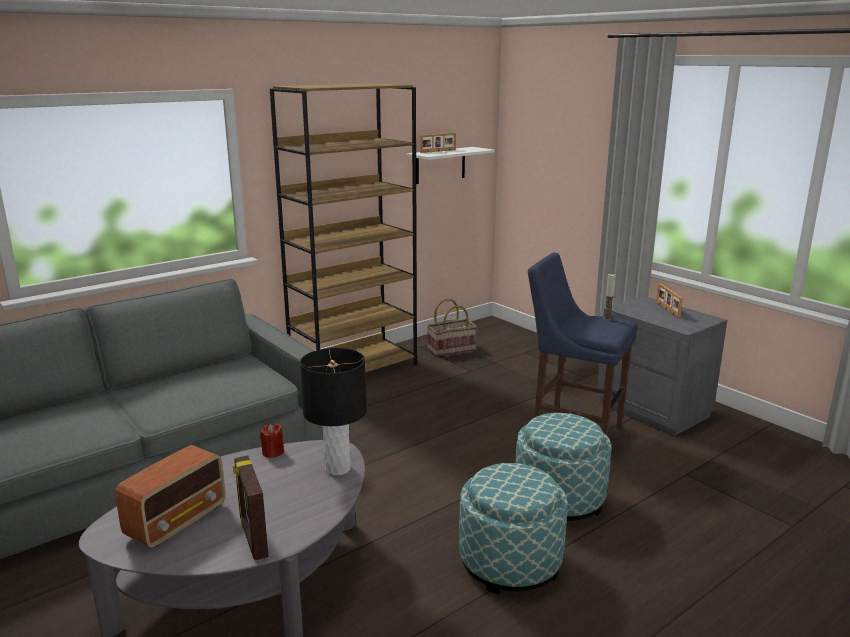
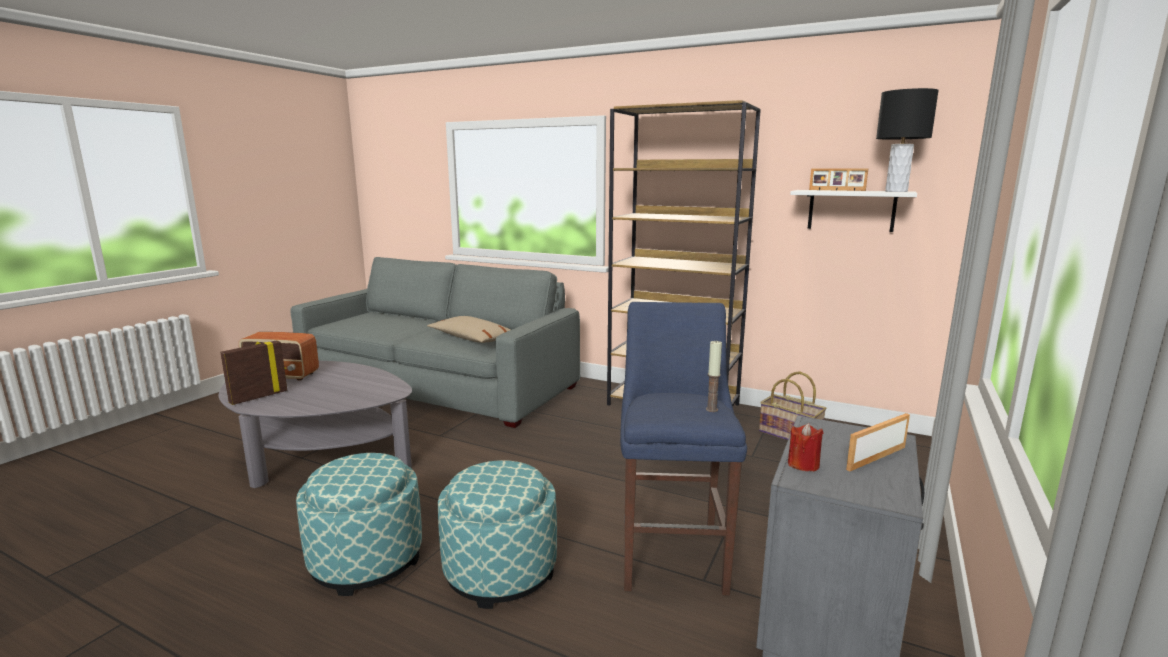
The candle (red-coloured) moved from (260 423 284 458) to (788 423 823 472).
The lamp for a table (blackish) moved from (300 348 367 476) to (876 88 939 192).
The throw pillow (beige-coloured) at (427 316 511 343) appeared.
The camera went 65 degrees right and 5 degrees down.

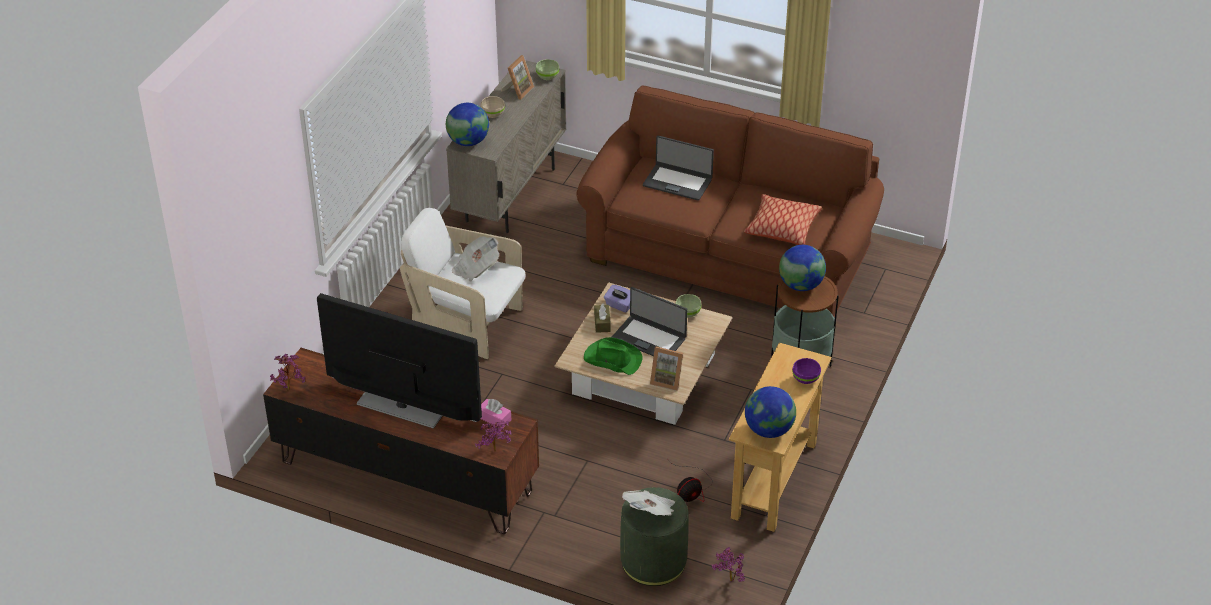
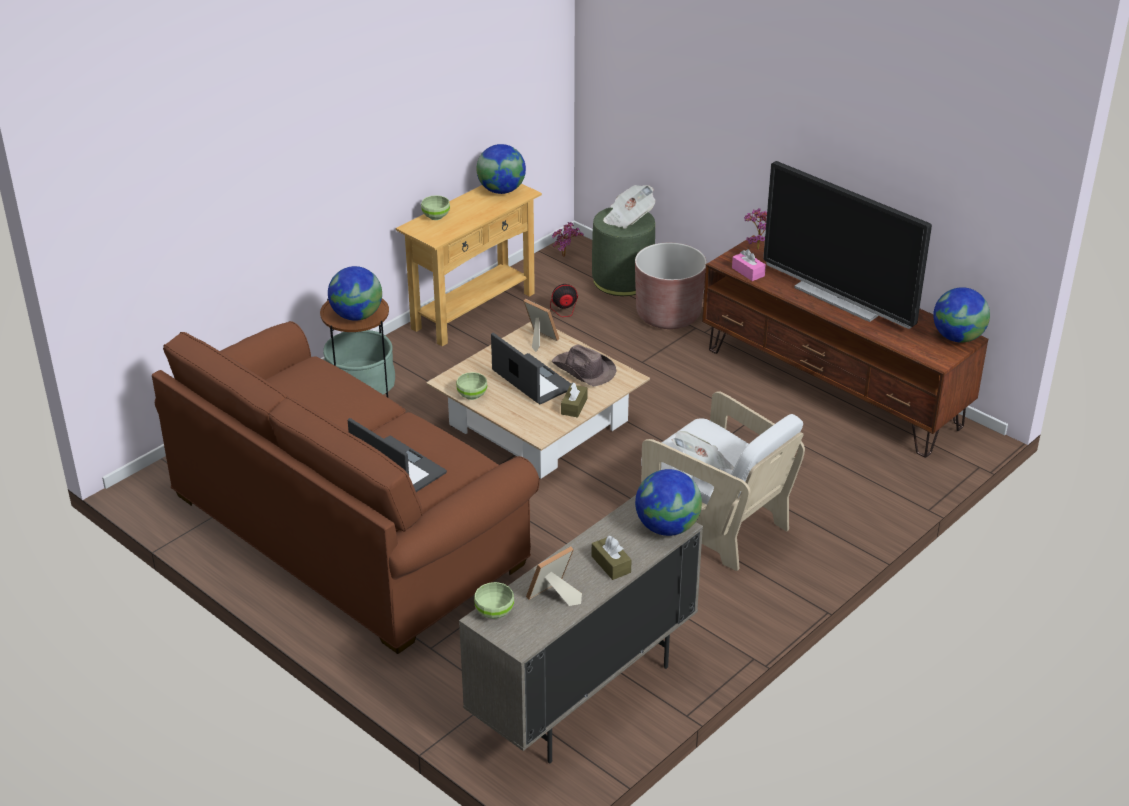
The potted plant at (270 354 306 390) was replaced by the globe at (933 287 990 343).
The serving bowl (beige-coloured) at (481 96 505 118) was replaced by the box of tissues (brownish) at (592 535 632 580).
The wearable hat (greenish) at (584 337 642 375) became the wearable hat (brownish) at (552 344 616 387).
The box of tissues (purplish) at (604 285 630 312) disappeared.
The throw pillow at (744 194 822 245) disappeared.
The serving bowl (purplish) at (792 358 821 384) became the serving bowl (greenish) at (421 195 450 220).
The plant pot (brownish) at (635 243 707 329) appeared.
The camera went 160 degrees left and 5 degrees down.

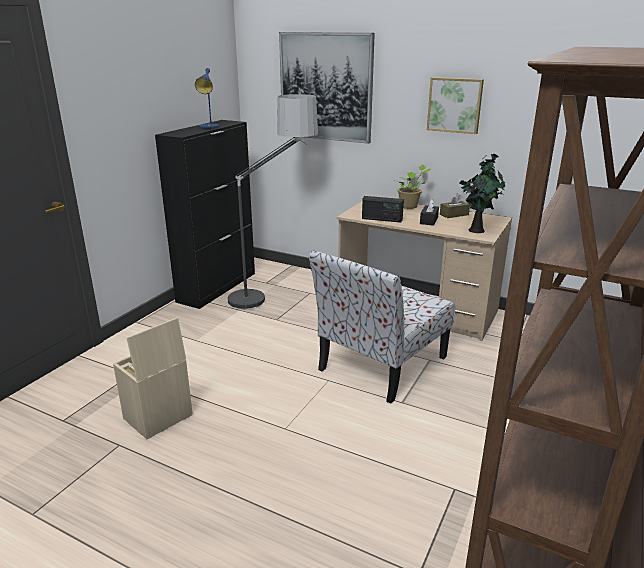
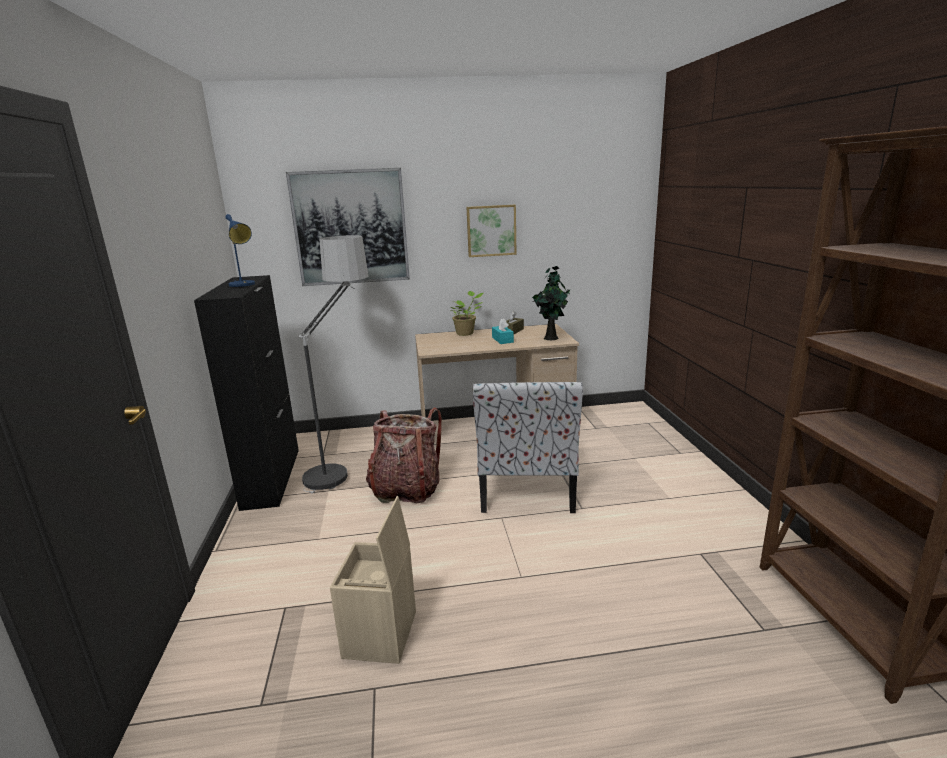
The radio at (362 196 404 223) disappeared.
The box of tissues (blackish) at (420 199 439 226) became the box of tissues (turquoise-coloured) at (492 318 514 344).
The rucksack at (366 407 442 503) appeared.
The camera went 35 degrees left and 5 degrees down.

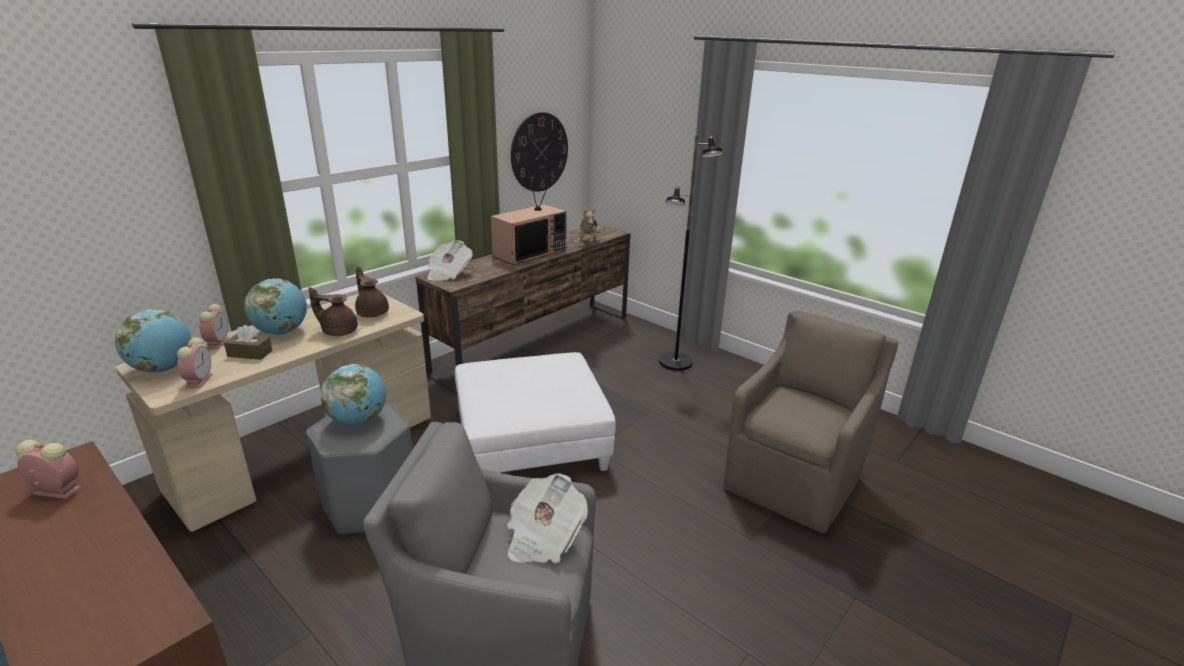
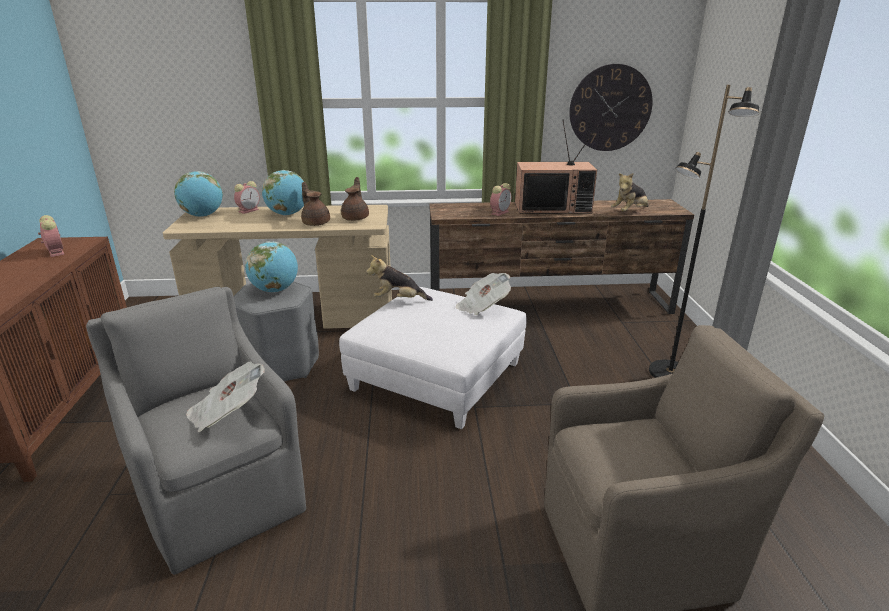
The alarm clock moved from (177 337 213 388) to (490 183 511 216).
The box of tissues (brownish) at (224 325 272 360) disappeared.
The newspaper moved from (427 240 472 281) to (456 273 511 315).
The cuddly toy at (366 255 433 301) appeared.
The camera went 45 degrees right and 0 degrees up.

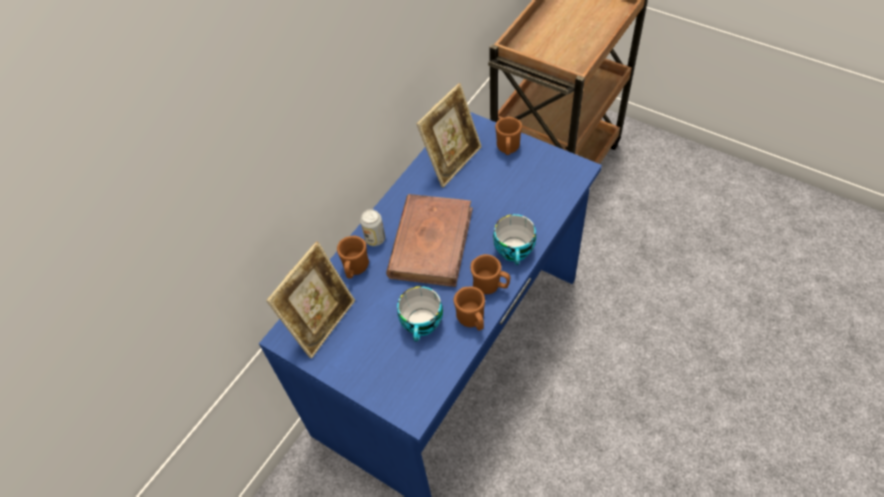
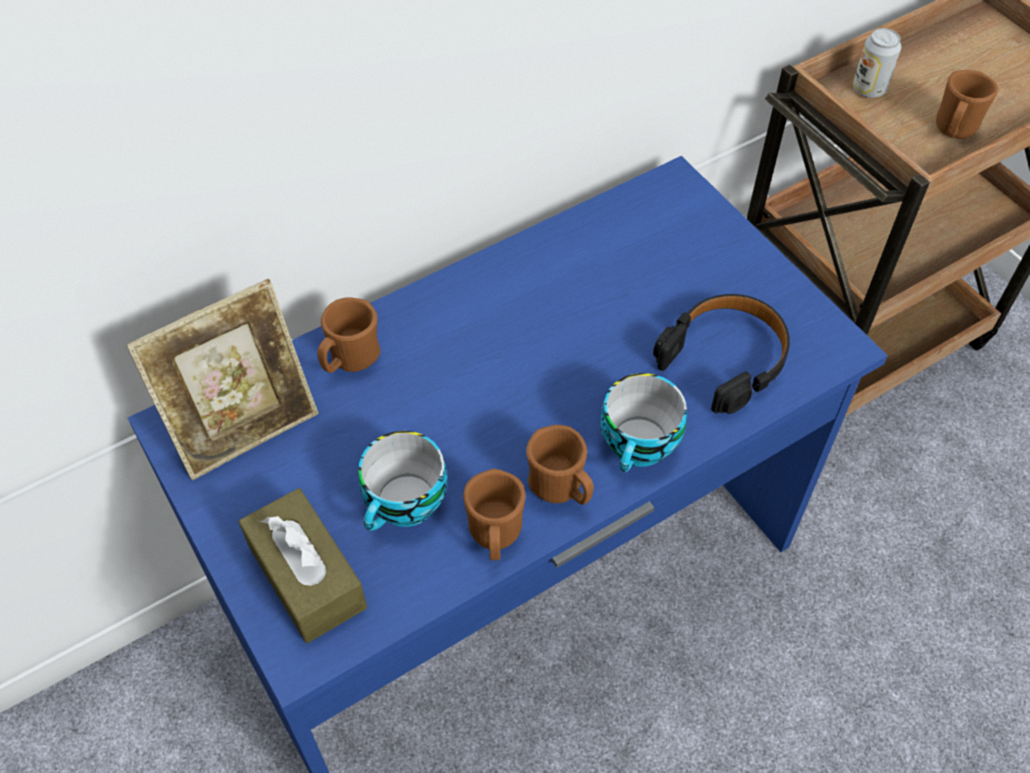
The metal can moved from (360 209 385 246) to (853 28 901 98).
The book (brownish) at (386 194 473 287) disappeared.
The picture frame at (417 83 482 188) disappeared.
The coffee mug (brownish) moved from (495 117 522 155) to (936 70 998 139).
The box of tissues (brownish) at (239 488 367 643) appeared.
The headphones (blackish) at (653 294 790 414) appeared.
The camera went 20 degrees right and 0 degrees up.

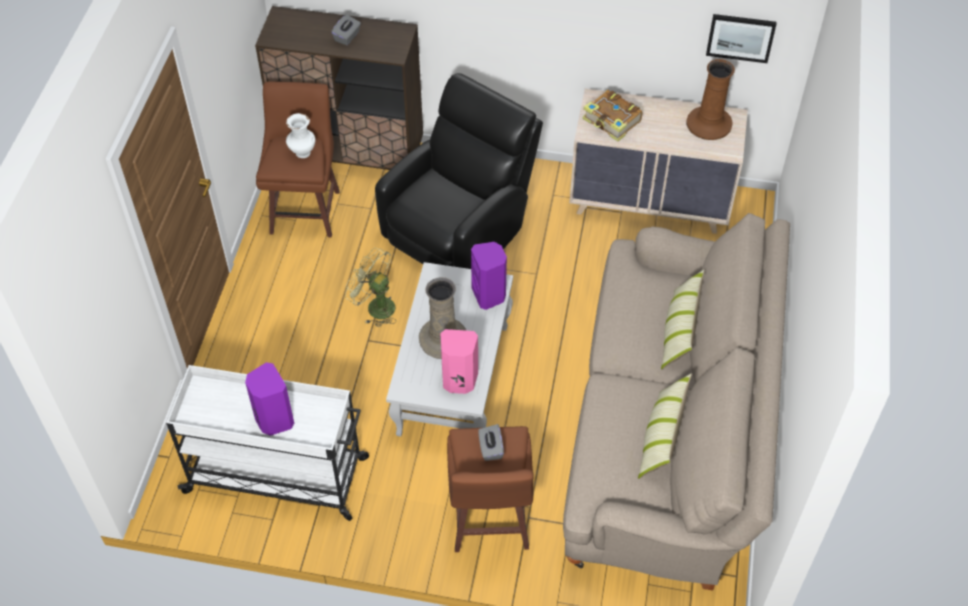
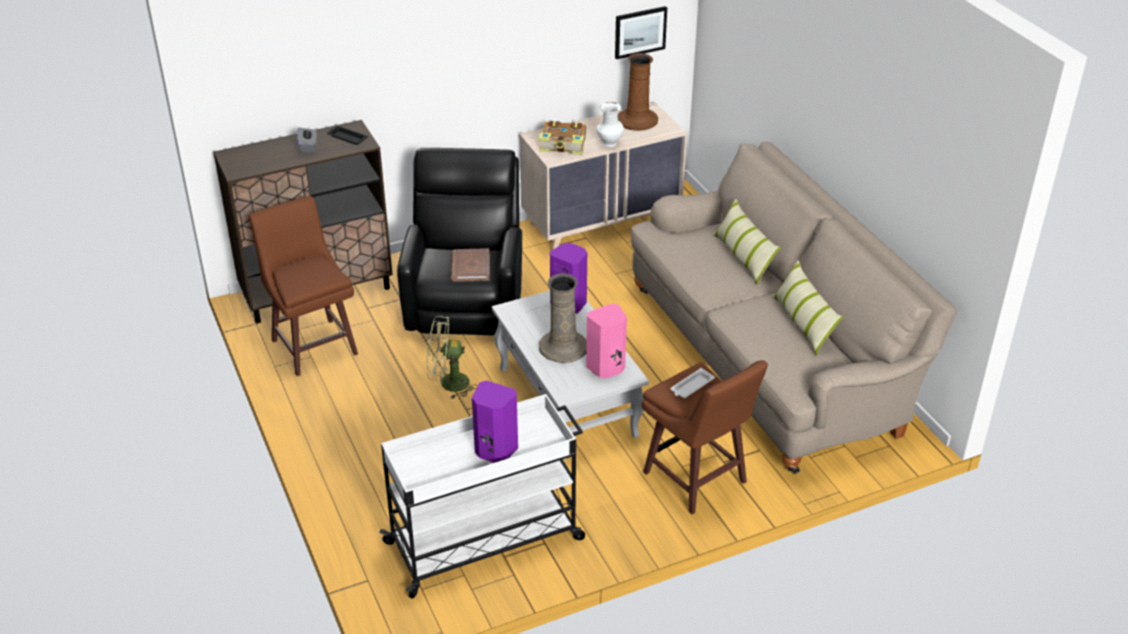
The vase (whitish) moved from (286 113 315 158) to (597 102 624 147).
The box of tissues (greyish) at (478 424 504 461) was replaced by the serving tray (whitish) at (670 368 715 398).
The serving tray (blackish) at (327 126 368 145) appeared.
The book (brownish) at (451 248 490 282) appeared.
The camera went 35 degrees left and 15 degrees down.

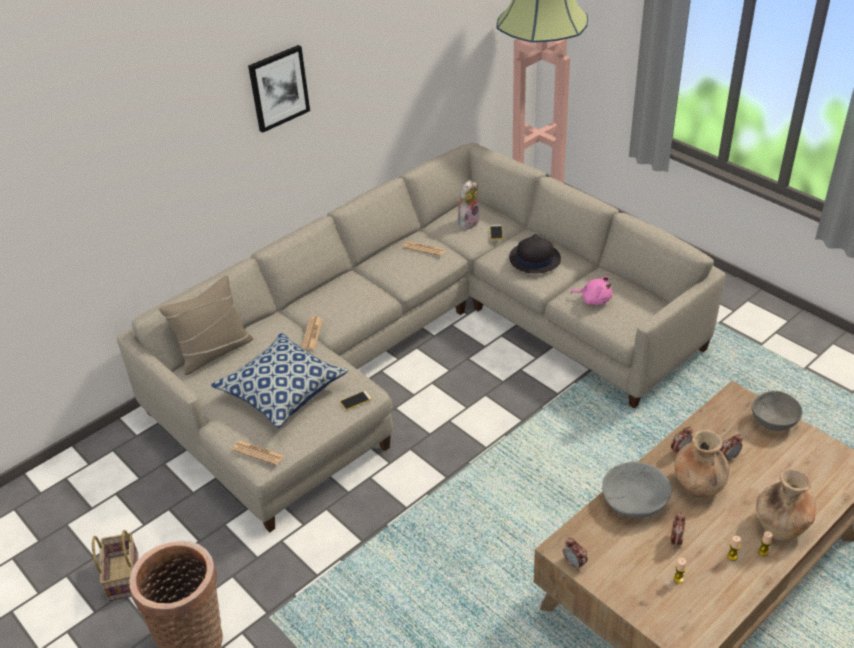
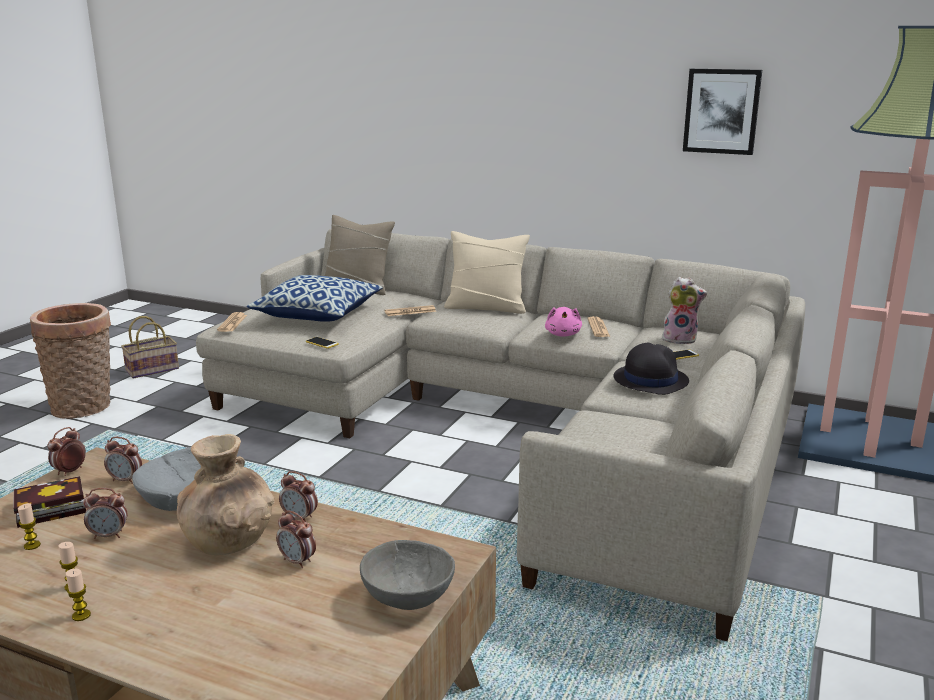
The wall art moved from (248 45 310 133) to (683 69 762 155).
The cuddly toy (pink-coloured) moved from (571 276 612 305) to (545 307 582 337).
The vase (brownish) at (756 468 816 541) disappeared.
The book at (14 476 86 528) appeared.
The alarm clock at (104 437 142 484) appeared.
The throw pillow (beige-coloured) at (444 231 530 314) appeared.
The camera went 65 degrees right and 20 degrees down.

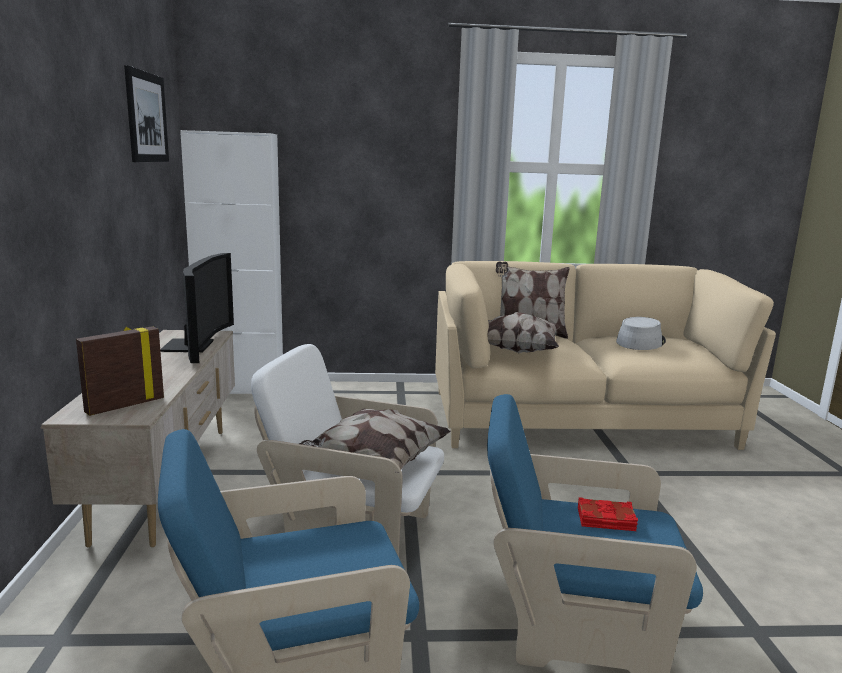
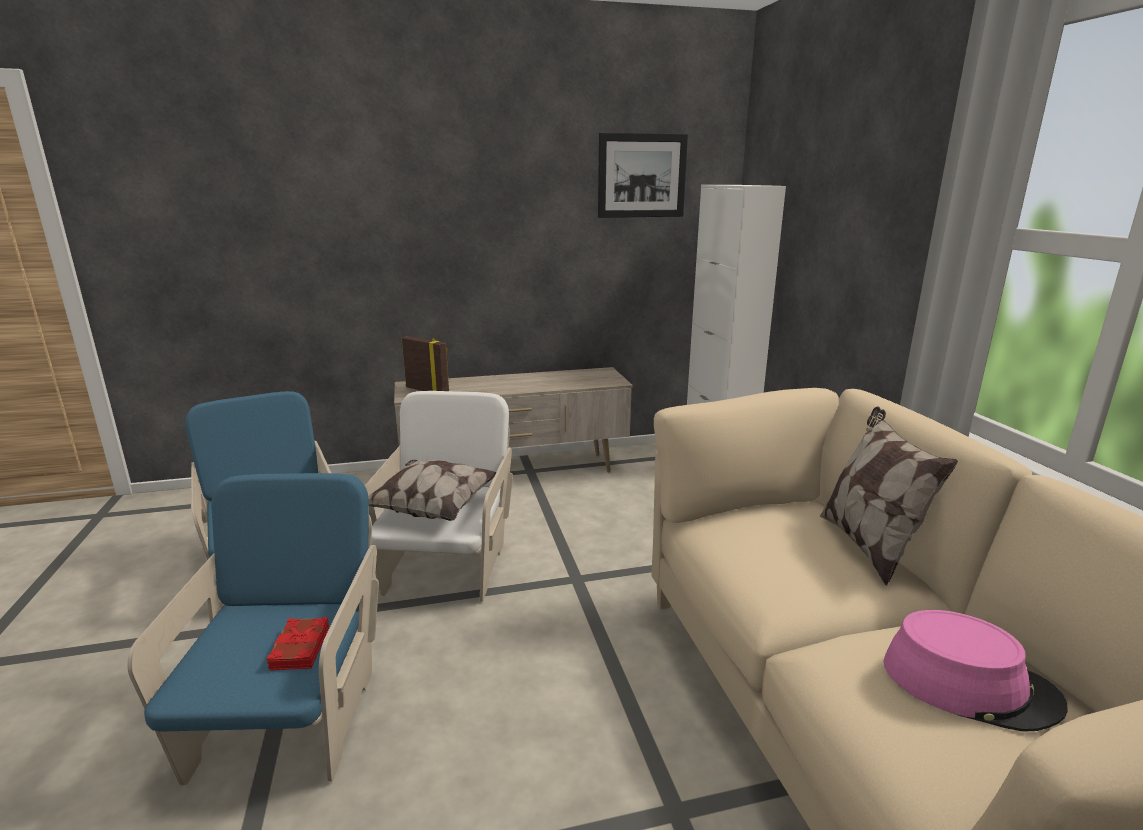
The television at (160 253 234 363) disappeared.
The throw pillow at (487 312 560 353) disappeared.
The wearable hat (greyish) at (616 317 666 350) became the wearable hat (pink-coloured) at (884 610 1068 732).
The camera went 80 degrees right and 5 degrees up.

